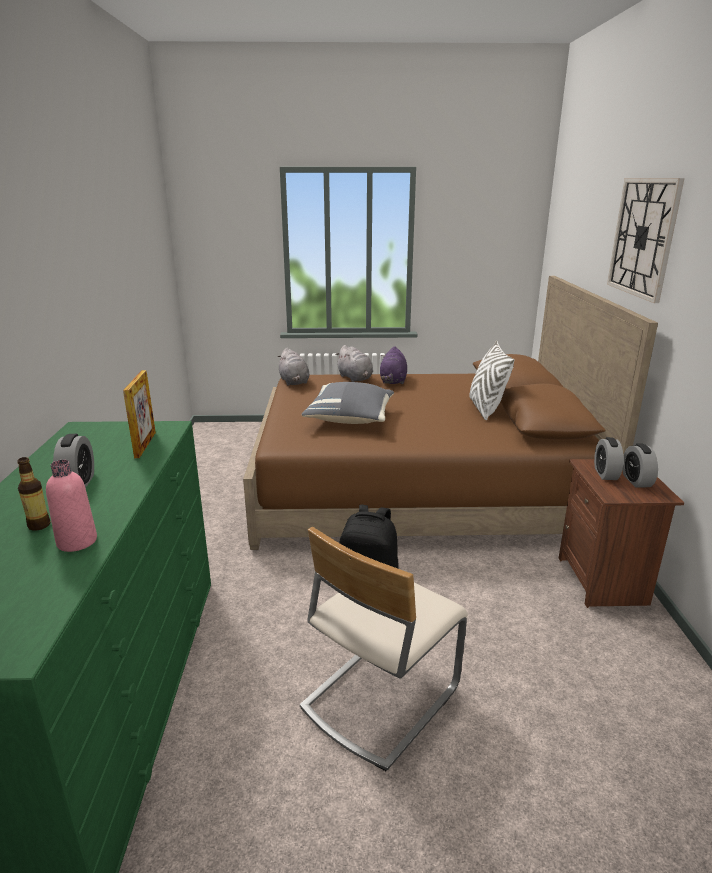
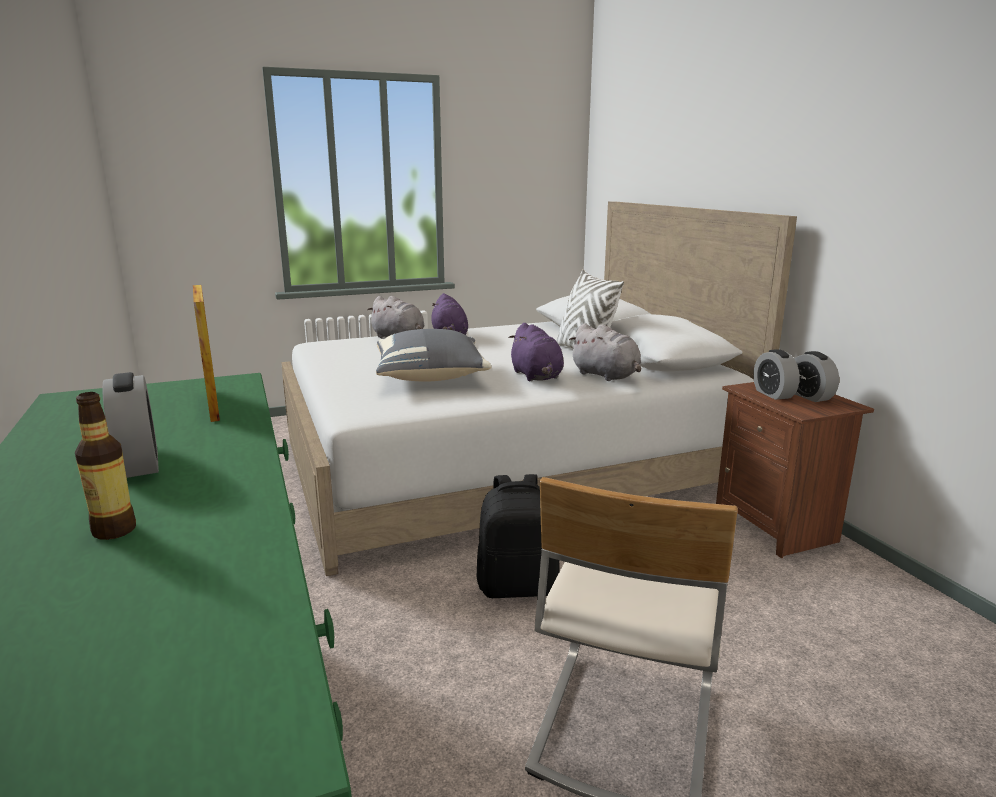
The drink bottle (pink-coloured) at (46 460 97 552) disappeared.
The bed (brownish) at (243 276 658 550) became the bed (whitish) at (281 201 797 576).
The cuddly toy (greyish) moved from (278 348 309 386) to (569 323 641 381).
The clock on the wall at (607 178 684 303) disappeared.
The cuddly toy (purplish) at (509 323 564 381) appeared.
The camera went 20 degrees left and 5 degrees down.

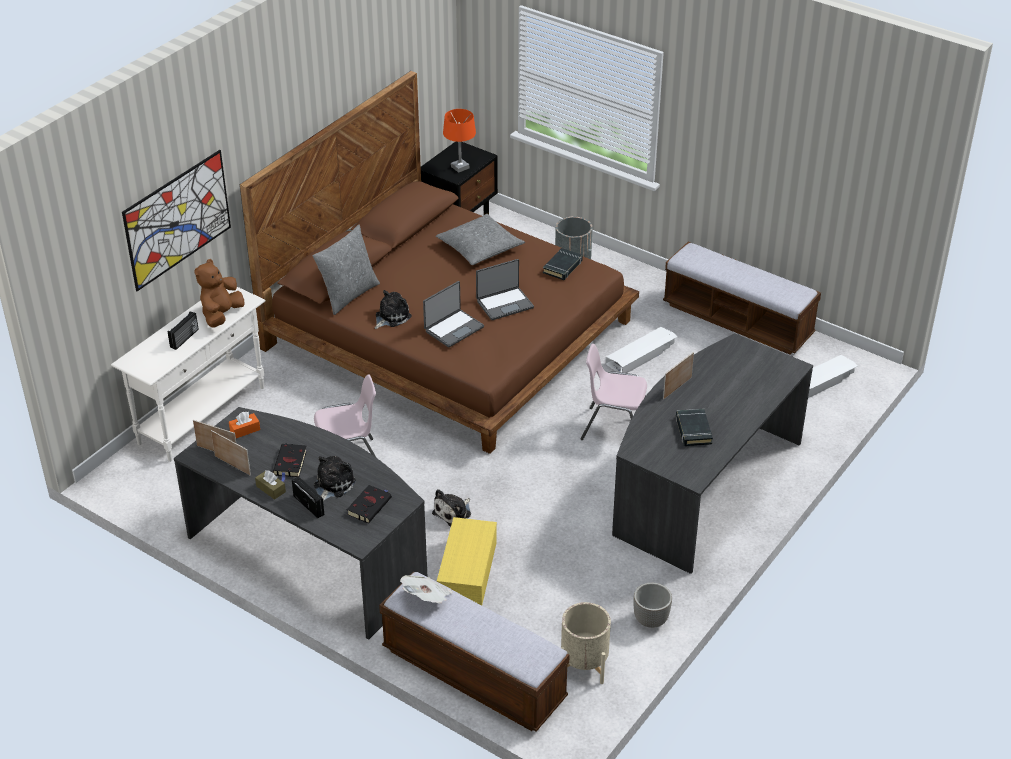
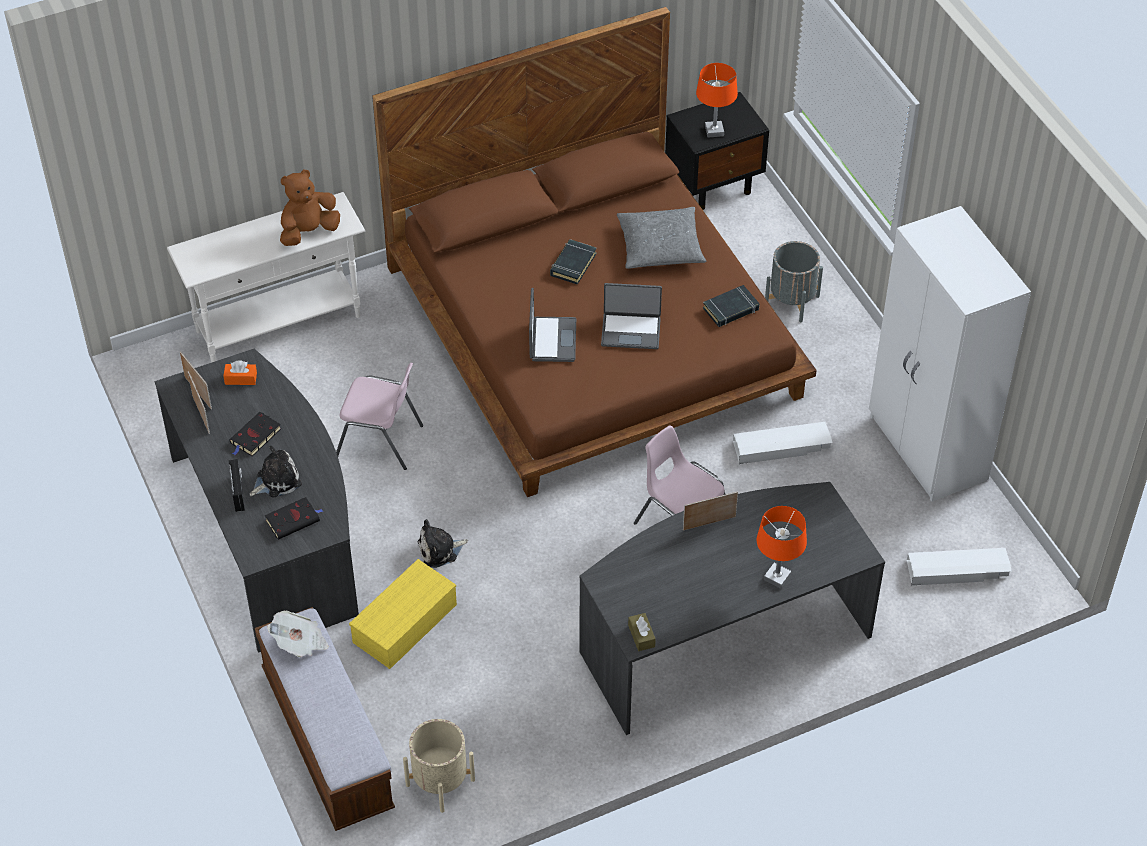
The wall art at (122 150 231 291) disappeared.
The radio at (168 311 199 350) disappeared.
The box of tissues (brownish) moved from (255 470 286 500) to (628 613 656 651).
The throw pillow (greyish) at (313 225 380 315) disappeared.
The cuddly toy at (375 290 412 329) disappeared.
The laptop at (423 281 484 347) turned 75 degrees counterclockwise.
The plant pot at (633 583 672 628) disappeared.
The indoor bench at (663 242 821 355) was replaced by the clothes cupboard (whitish) at (869 206 1031 502).
The book (blackish) moved from (676 409 713 446) to (550 239 597 285).
The lamp for a table (orangey) at (757 506 807 589) appeared.
The camera went 30 degrees right and 10 degrees up.

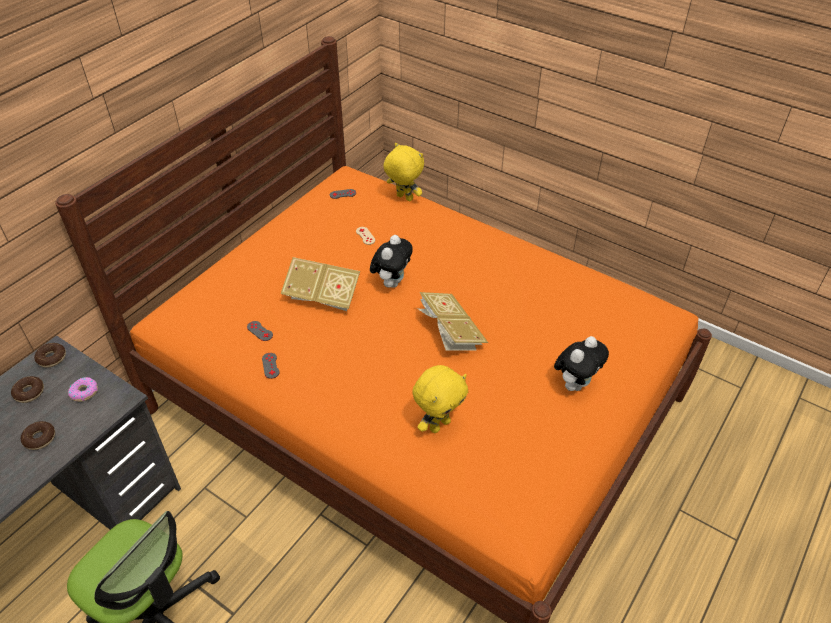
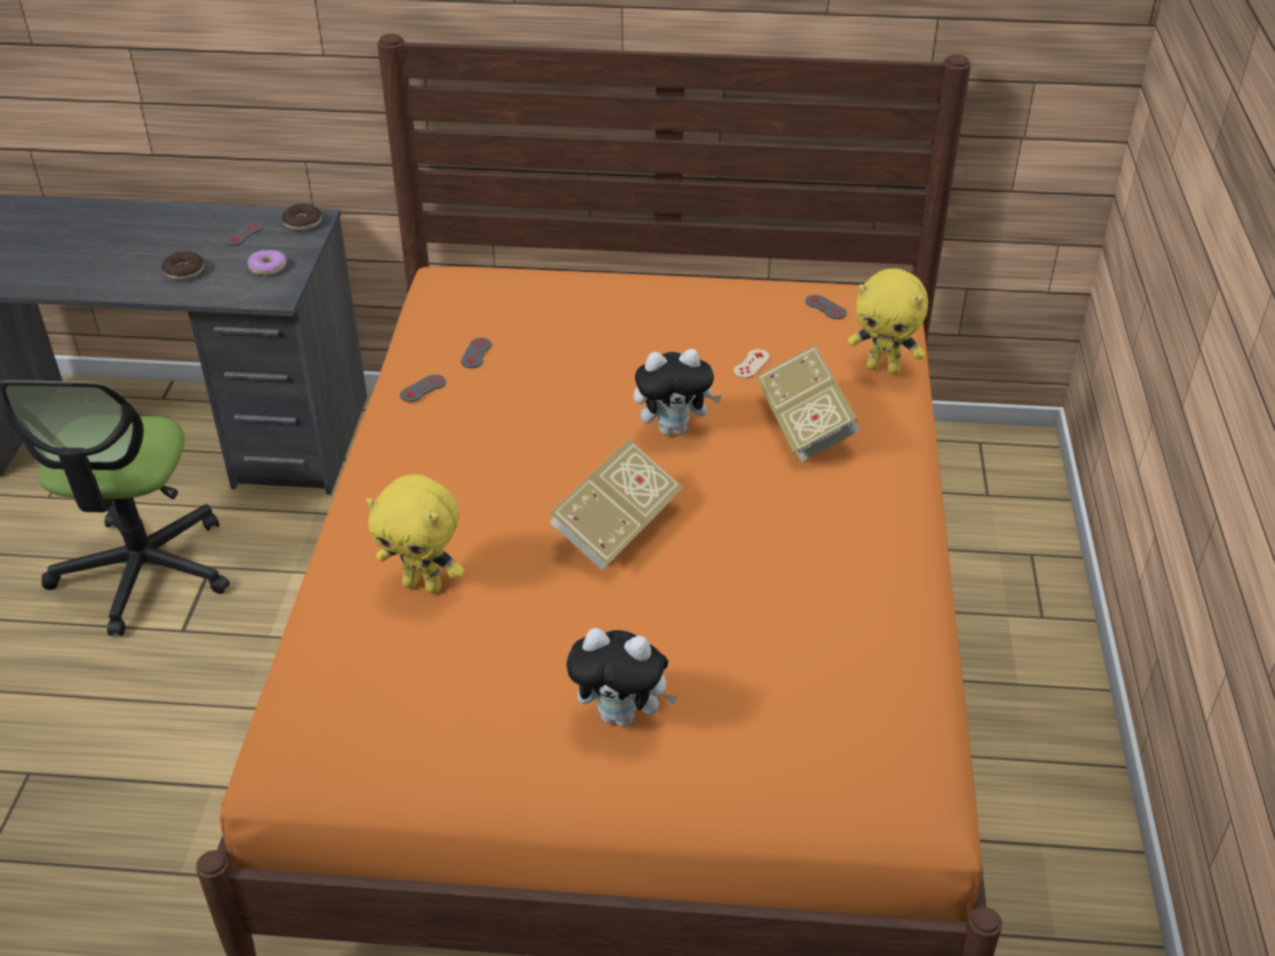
The doughnut at (11 376 44 403) was replaced by the gamepad (greyish) at (224 222 262 246).
The book moved from (281 257 360 311) to (756 345 861 462).
The cuddly toy (yellow-coloured) at (383 143 424 201) turned 105 degrees clockwise.
The camera went 60 degrees right and 5 degrees down.

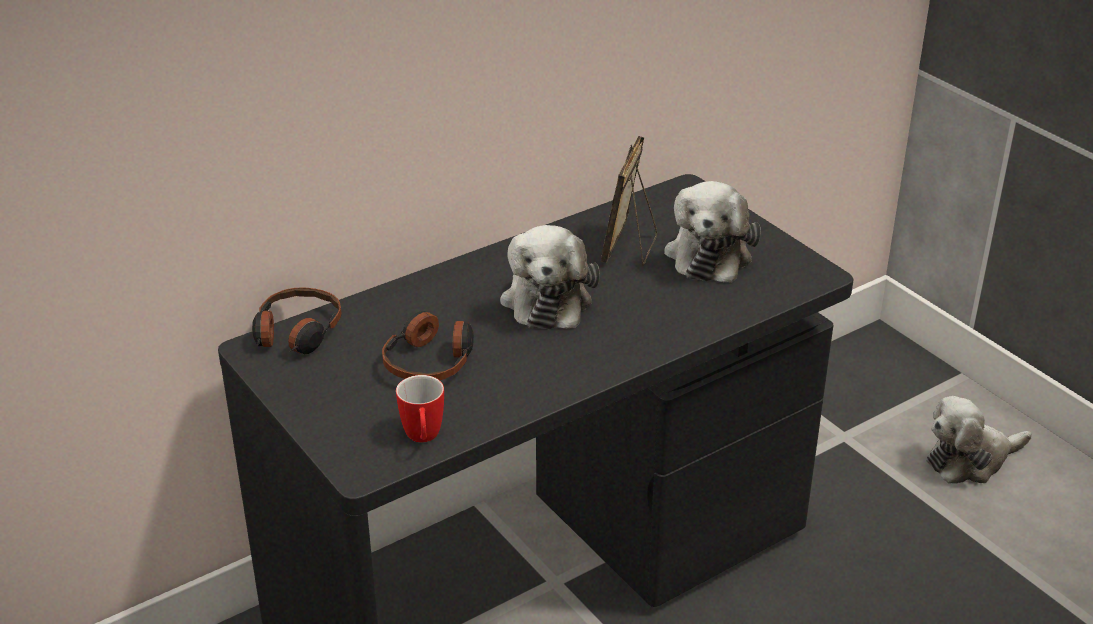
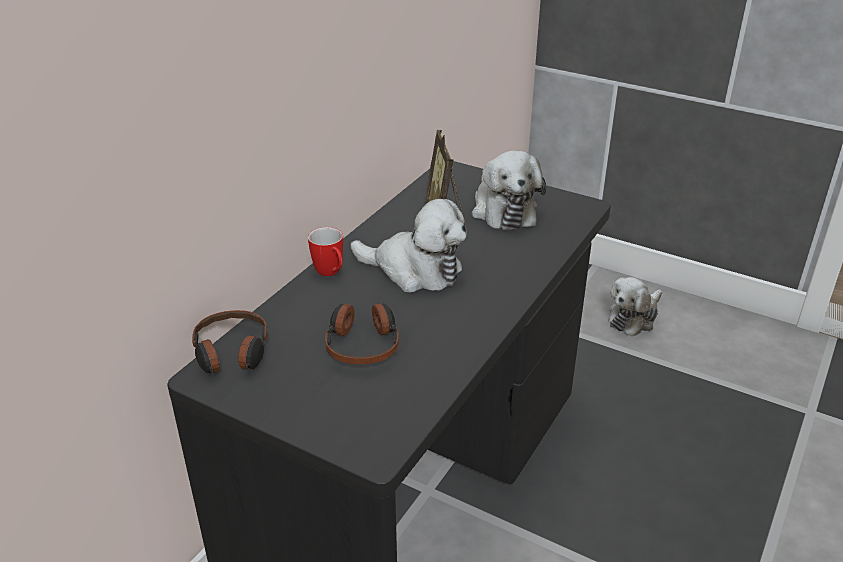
The coffee mug moved from (396 375 444 442) to (308 227 343 276).
The cuddly toy at (500 225 600 329) turned 45 degrees counterclockwise.
The camera went 25 degrees left and 0 degrees up.

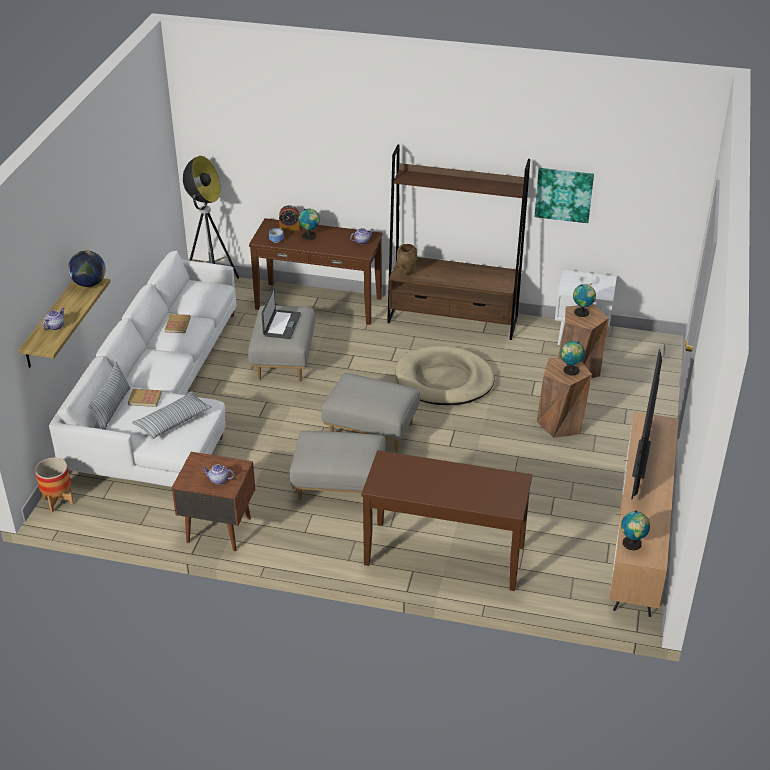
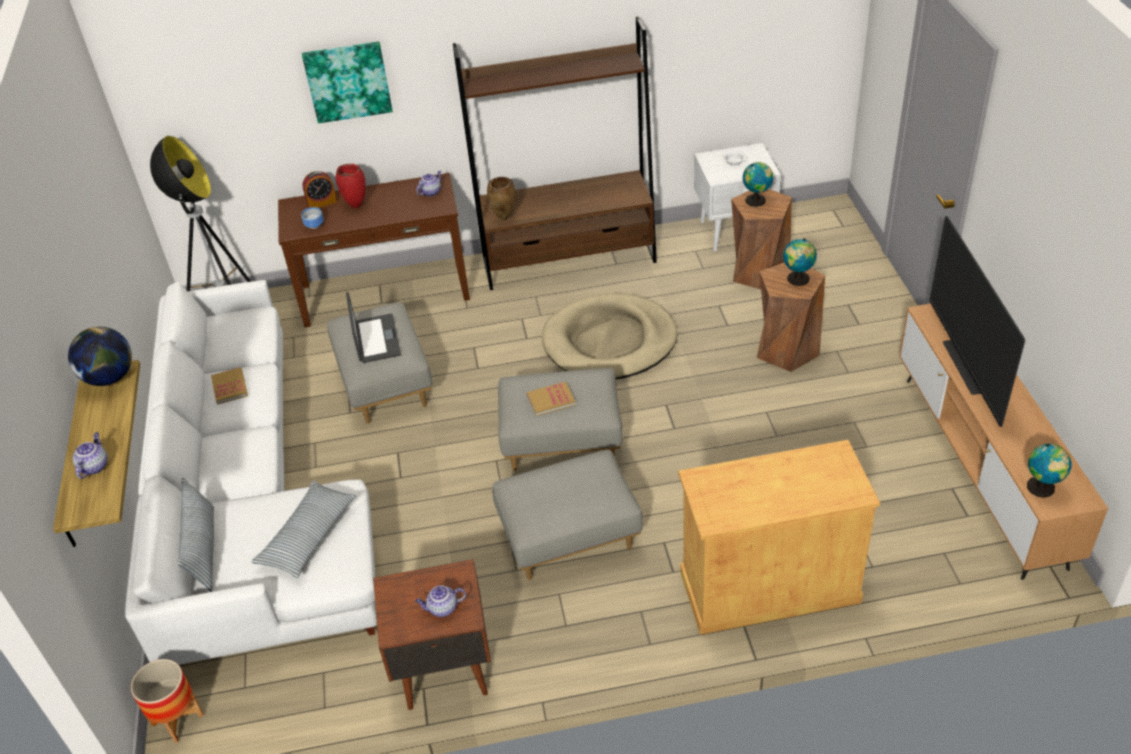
The book moved from (128 389 162 407) to (527 382 576 416).
The globe at (298 209 320 240) was replaced by the vase (red-coloured) at (336 164 365 208).
The hall table (brownish) at (362 450 532 591) was replaced by the cabinet (beige-coloured) at (678 440 880 635).
The wall art moved from (535 168 594 223) to (302 42 393 123).
The camera went 20 degrees left and 5 degrees up.

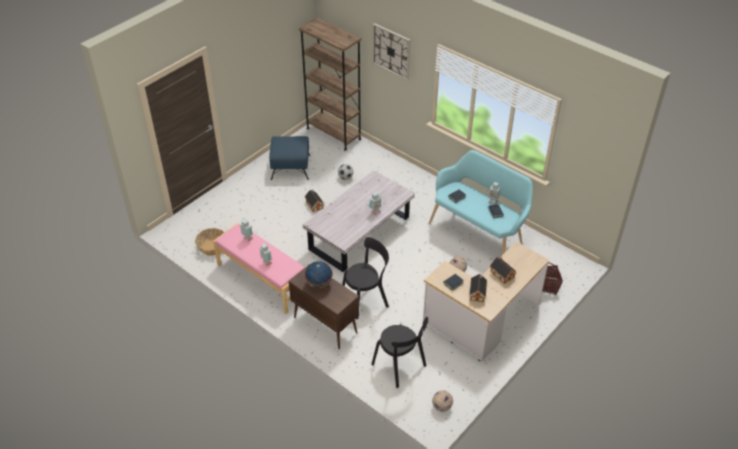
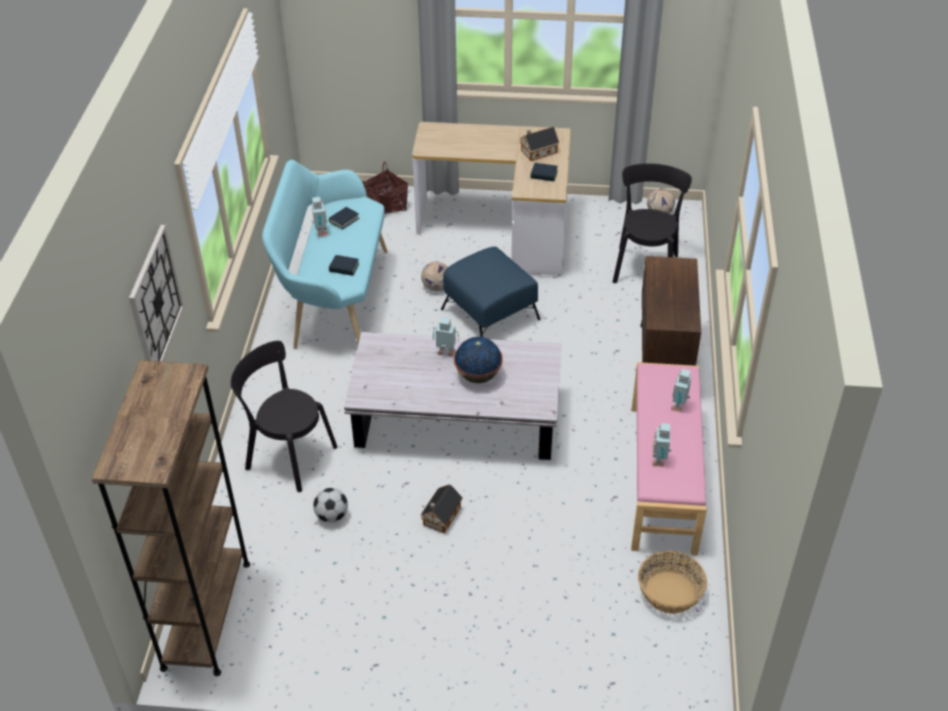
The footrest (blue-coloured) moved from (269 136 310 180) to (441 247 540 337).
The globe moved from (305 261 333 288) to (454 337 503 383).
The plain chair (blackish) moved from (342 237 389 319) to (231 341 337 492).
The toy house at (490 256 517 284) disappeared.
The camera went 125 degrees left and 0 degrees up.

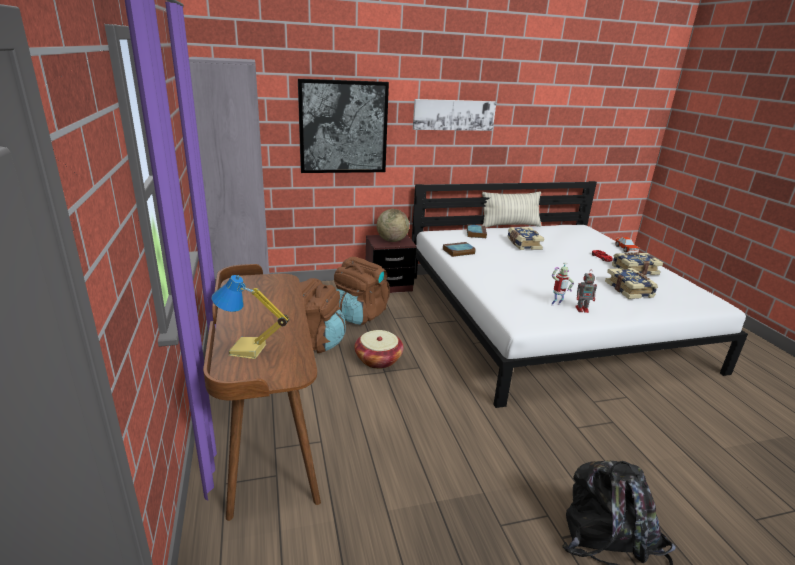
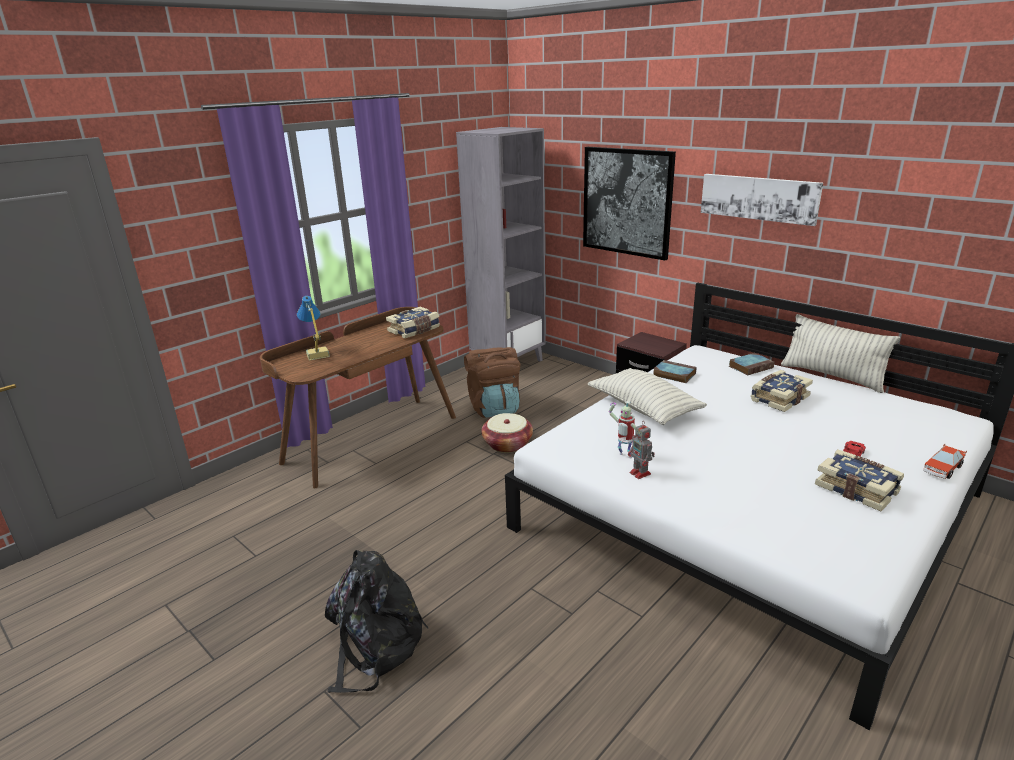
The rucksack (brownish) at (334 257 390 325) disappeared.
The globe at (377 209 409 242) disappeared.
The book moved from (605 268 658 299) to (386 307 440 338).
The throw pillow at (588 368 707 425) appeared.
The camera went 60 degrees right and 0 degrees up.

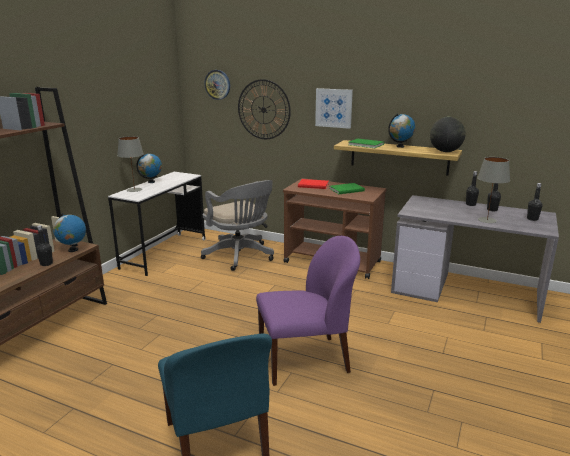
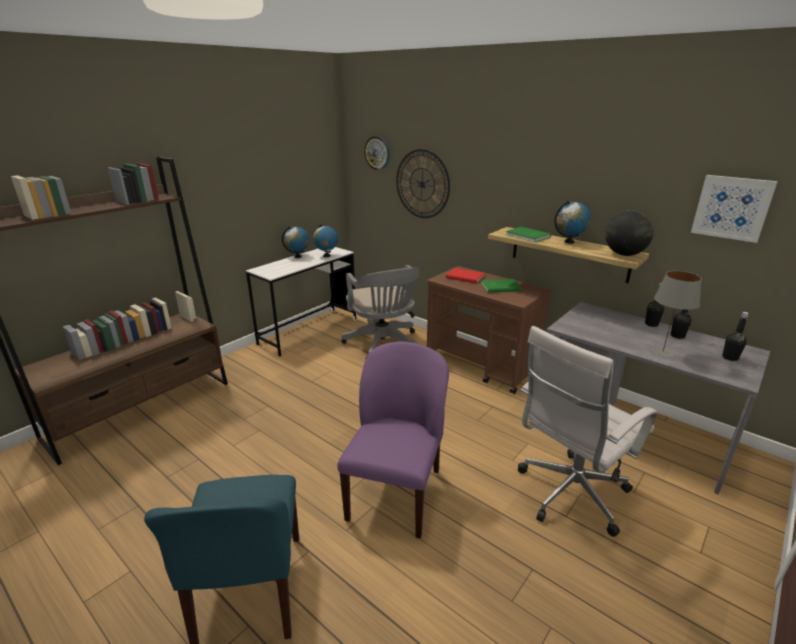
The drink bottle (blackish) at (36 225 53 266) disappeared.
The globe moved from (53 213 86 252) to (313 224 338 257).
The lamp for a table (greyish) at (117 136 144 192) disappeared.
The plain chair (purplish) at (256 236 360 386) turned 75 degrees counterclockwise.
The wall art moved from (315 88 353 129) to (691 175 778 243).
The computer chair (whitish) at (518 326 657 537) appeared.
The camera went 15 degrees right and 5 degrees up.

